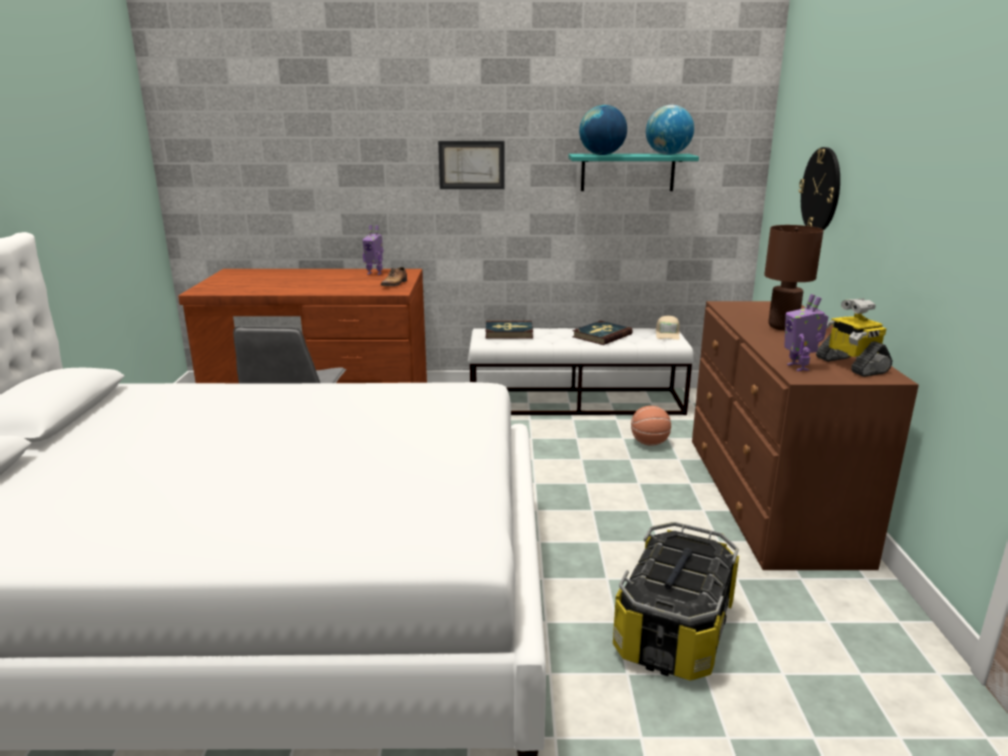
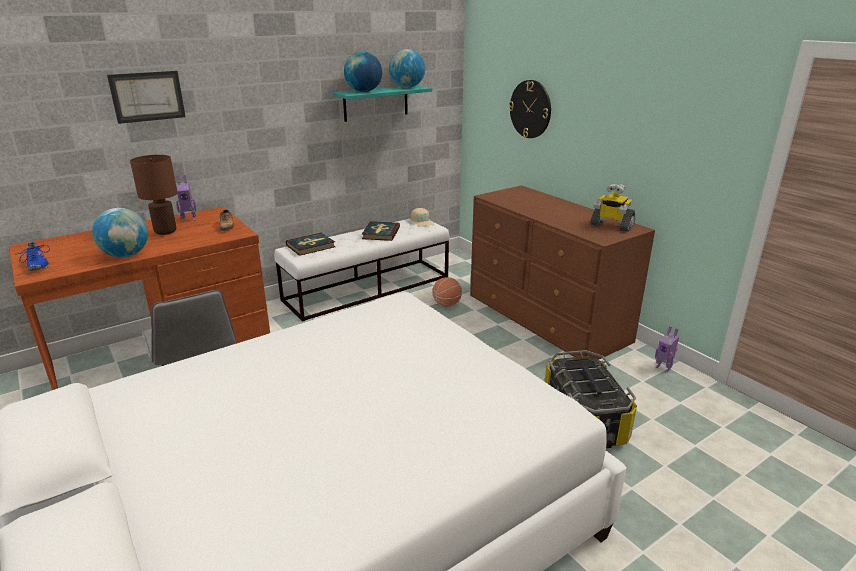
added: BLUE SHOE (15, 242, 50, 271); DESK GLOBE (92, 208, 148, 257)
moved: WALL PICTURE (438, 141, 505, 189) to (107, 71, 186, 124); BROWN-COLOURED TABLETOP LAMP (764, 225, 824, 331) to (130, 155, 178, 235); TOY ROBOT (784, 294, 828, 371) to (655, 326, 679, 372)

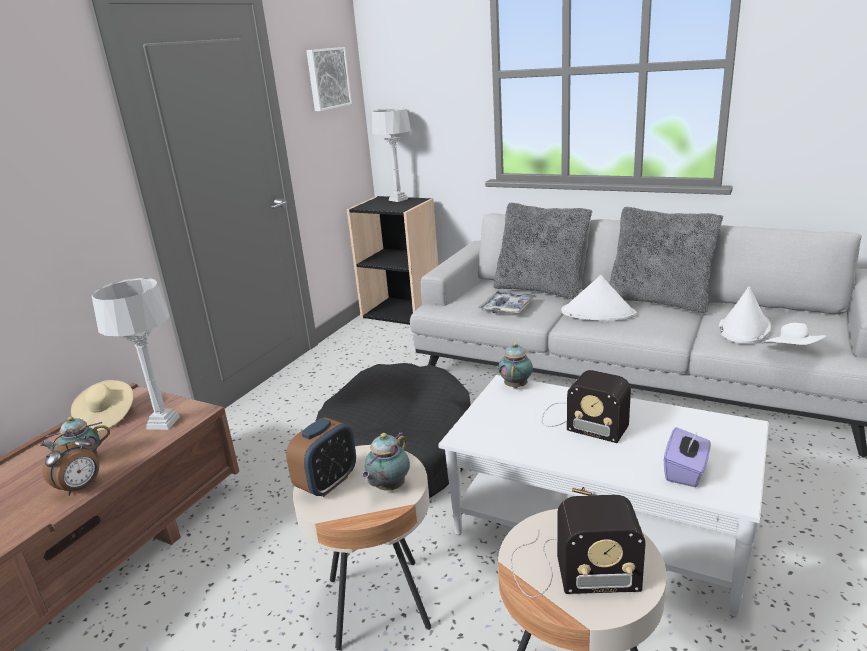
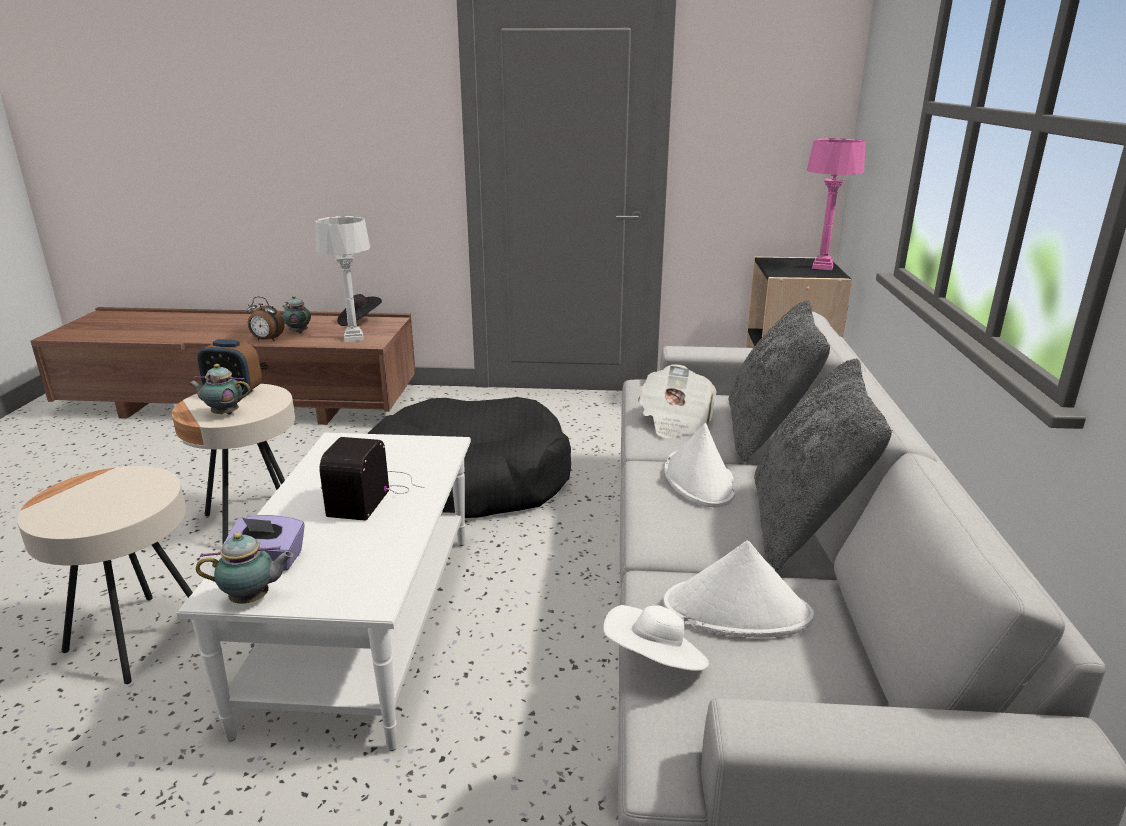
removed: WALL PICTURE (306, 47, 352, 111); RADIO (511, 495, 645, 598)
moved: TEAPOT (498, 343, 533, 388) to (196, 532, 293, 604)
replaced: CARRYING TRAY (478, 291, 536, 314) to PRINTED PAPER (638, 364, 717, 438)
recoloured: SAND-COLOURED HAT (71, 380, 133, 431) to BLACKISH HAT (337, 294, 382, 326); GREYISH TABLETOP LAMP (372, 108, 411, 202) to PINK TABLETOP LAMP (807, 138, 866, 270)

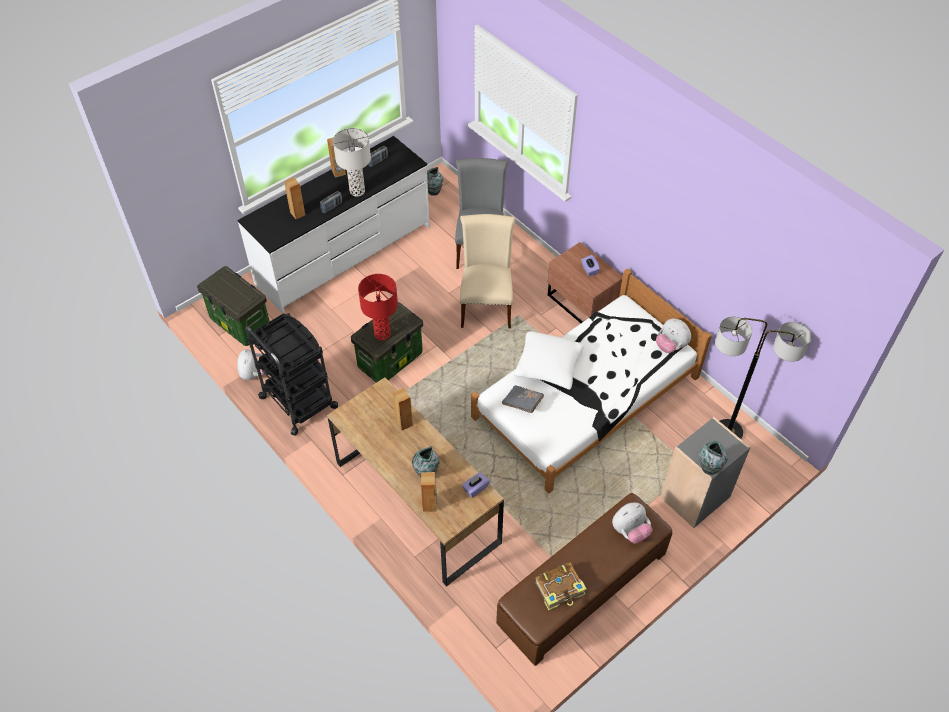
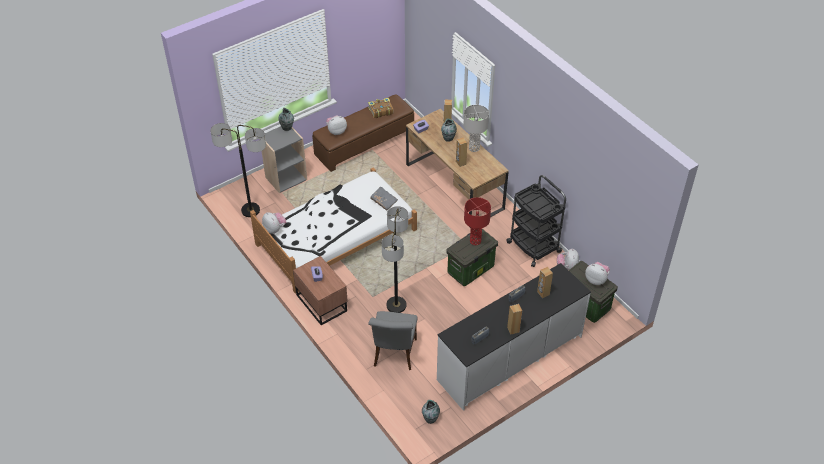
removed: WHITE THROW PILLOW (514, 331, 584, 390)
added: CUDDLY TOY (585, 262, 610, 285)
moved: WHITE TABLETOP LAMP (333, 128, 371, 197) to (463, 105, 489, 152)
replaced: SAND-COLOURED UPRIGHT CHAIR (460, 214, 516, 328) to STANDARD LAMP (382, 206, 408, 313)

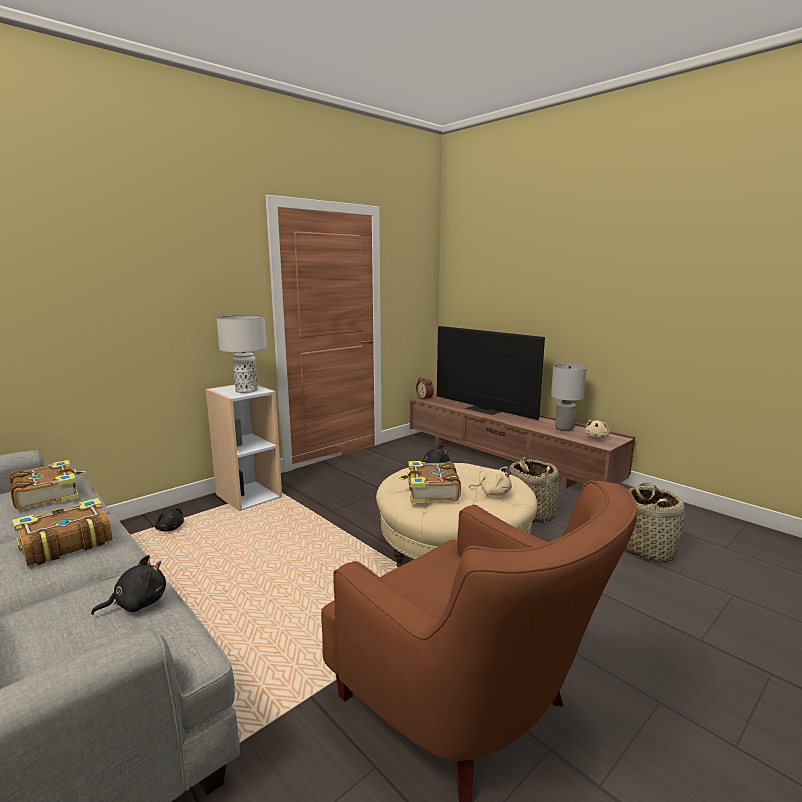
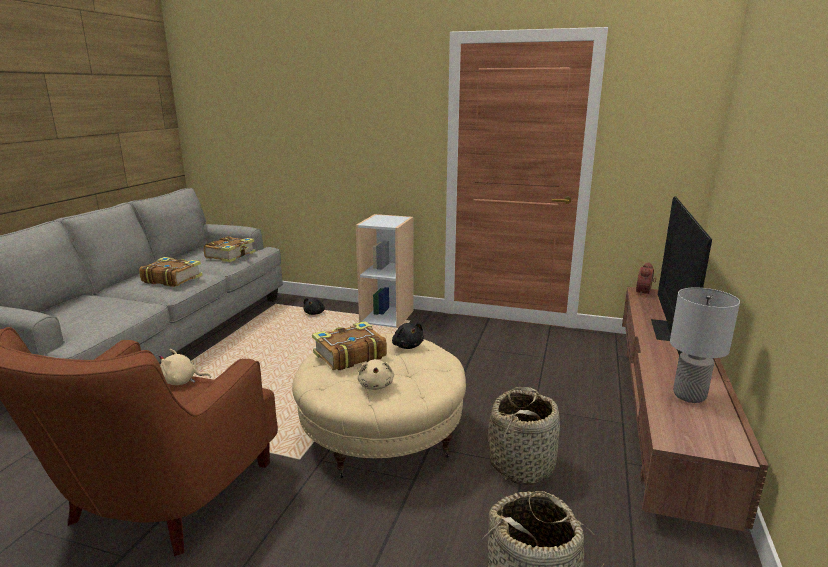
removed: BLACKISH CUDDLY TOY (91, 555, 166, 615); WHITE TABLETOP LAMP (217, 315, 267, 393)
moved: SAND-COLOURED CUDDLY TOY (585, 420, 610, 439) to (159, 349, 211, 385)

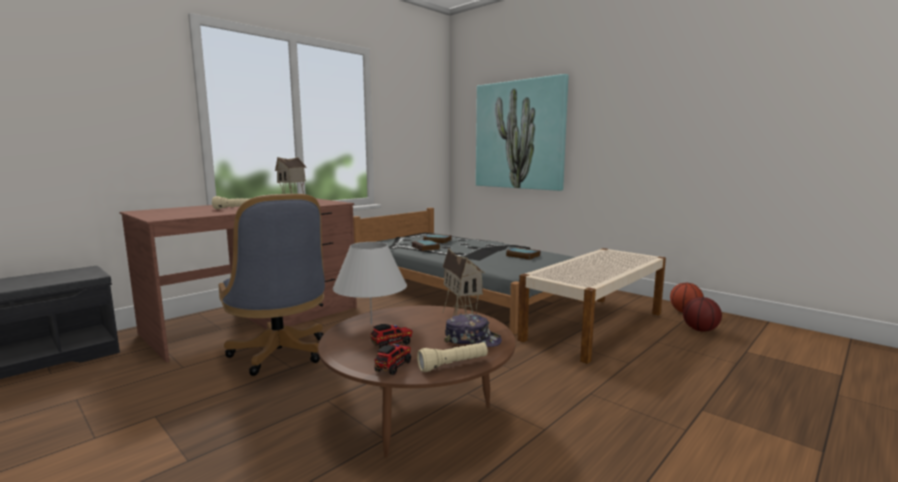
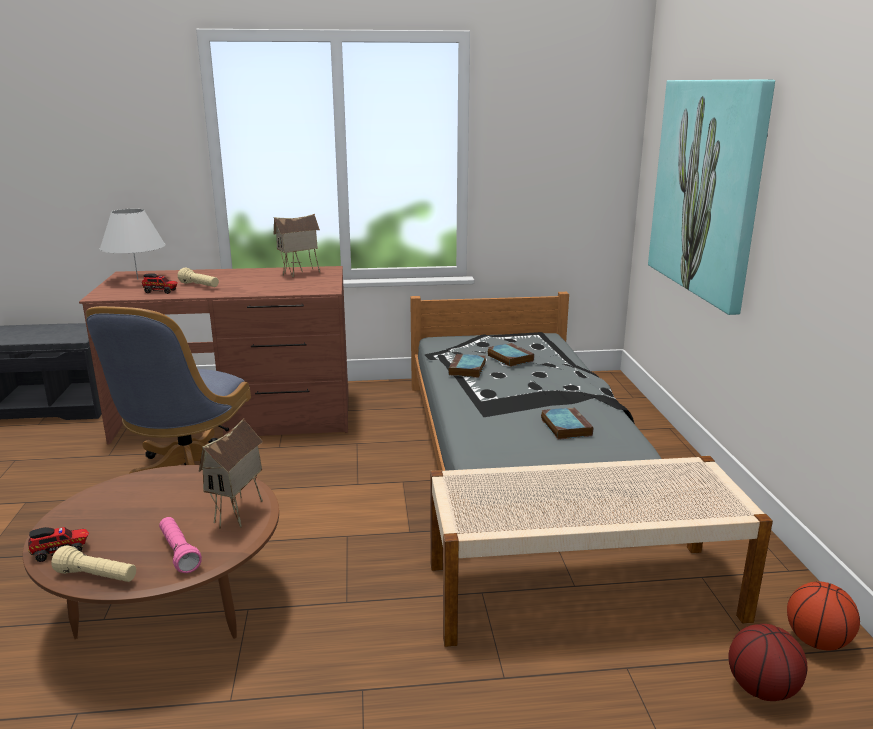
moved: WHITE TABLETOP LAMP (333, 242, 407, 325) to (100, 209, 165, 280); TOY LORRY (371, 324, 413, 348) to (142, 273, 177, 294)
replaced: PEAKED CAP (444, 314, 502, 347) to PINK FLASHLIGHT (159, 517, 202, 573)

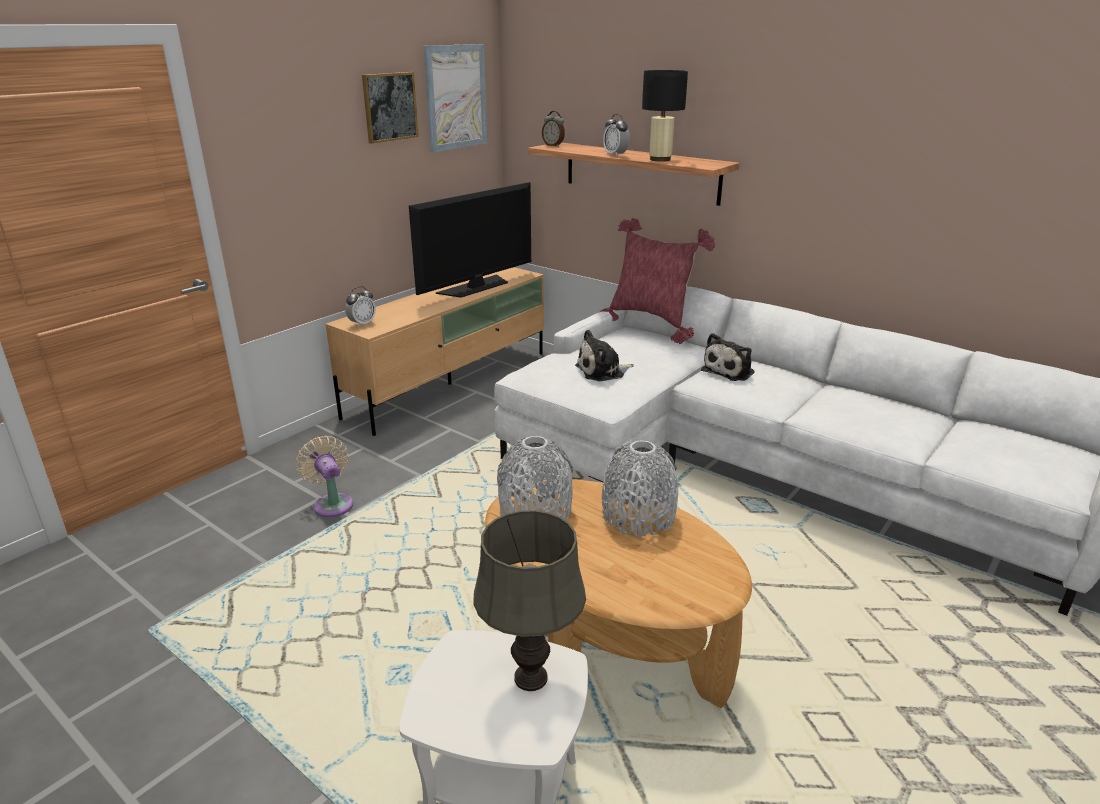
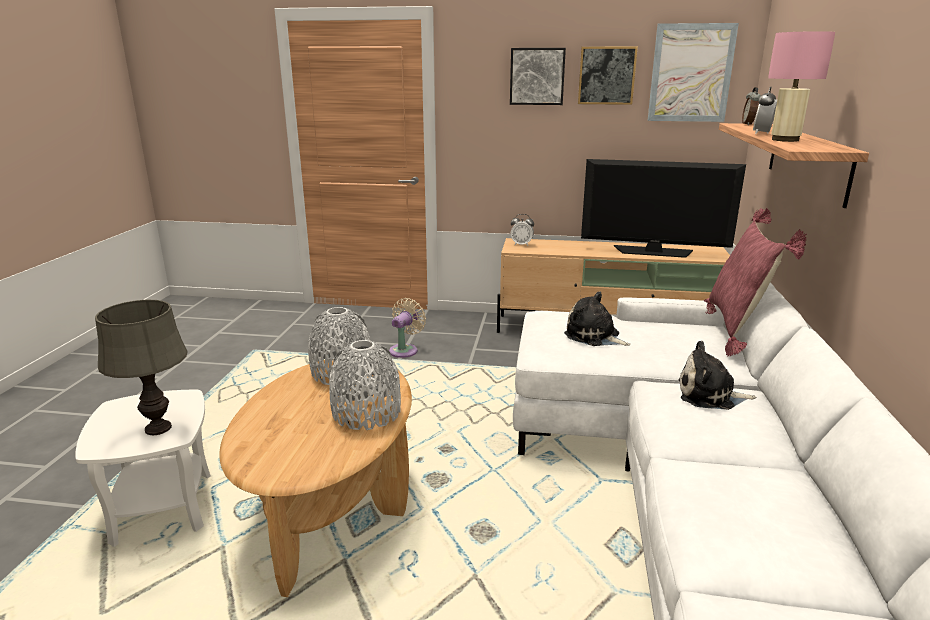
added: WALL PICTURE (510, 48, 566, 105)
recoloured: BLACKISH TABLETOP LAMP (642, 70, 688, 162) to PINK TABLETOP LAMP (768, 31, 835, 142)

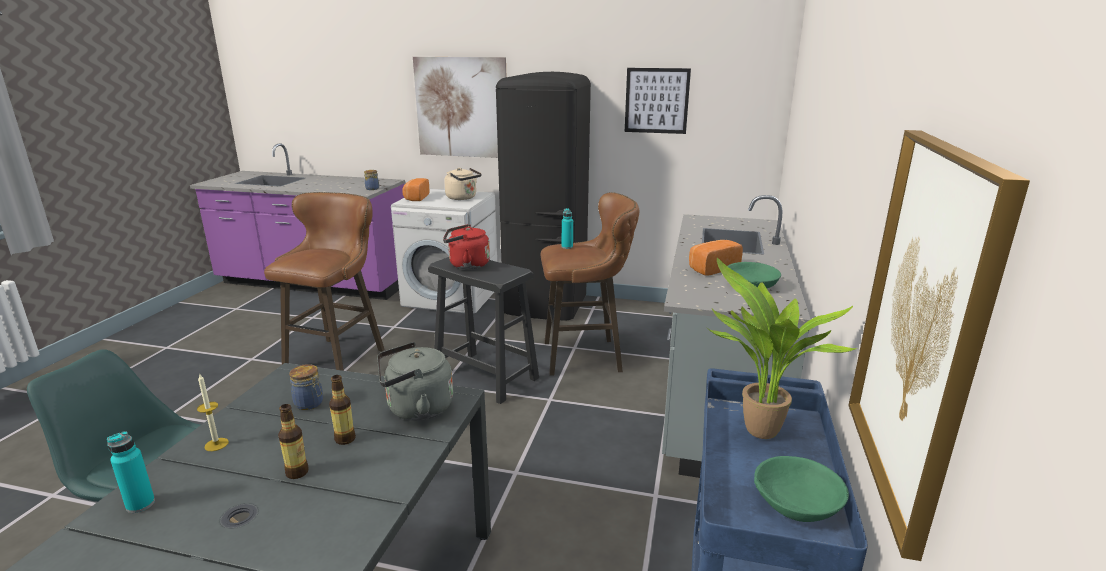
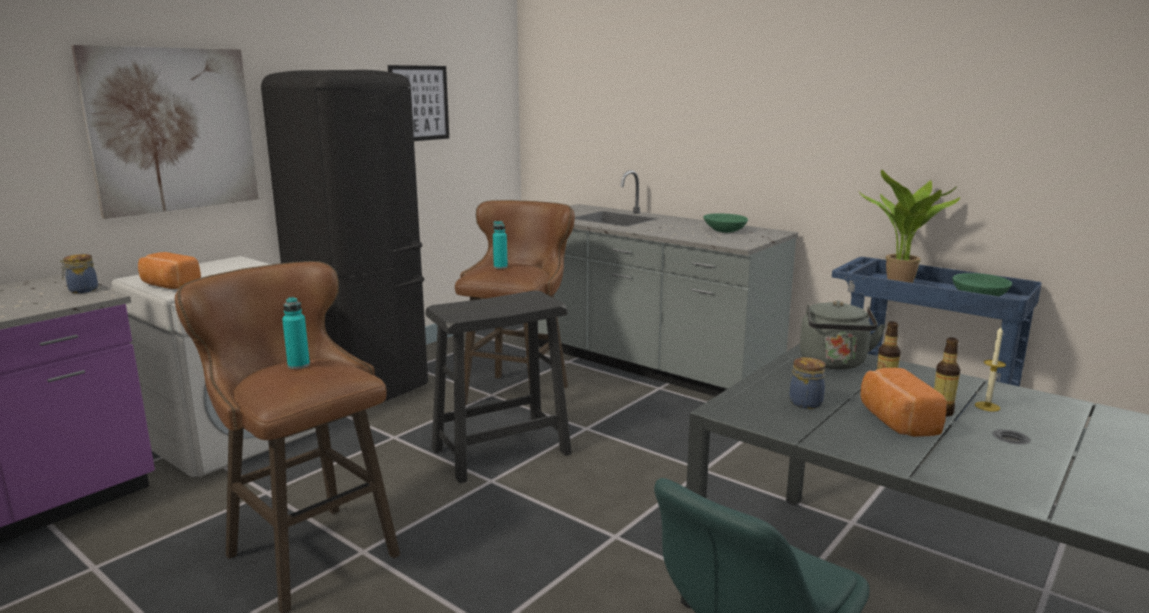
removed: REDDISH KETTLE (443, 224, 490, 269); SAND-COLOURED KETTLE (444, 168, 482, 200); WALL PICTURE (848, 130, 1030, 561)
moved: BLUE-GREEN DRINK BOTTLE (107, 431, 155, 513) to (282, 297, 310, 369); WAX CANDLE (197, 373, 229, 451) to (975, 326, 1006, 412); BAKERY BREAD (689, 240, 743, 276) to (860, 368, 947, 437)

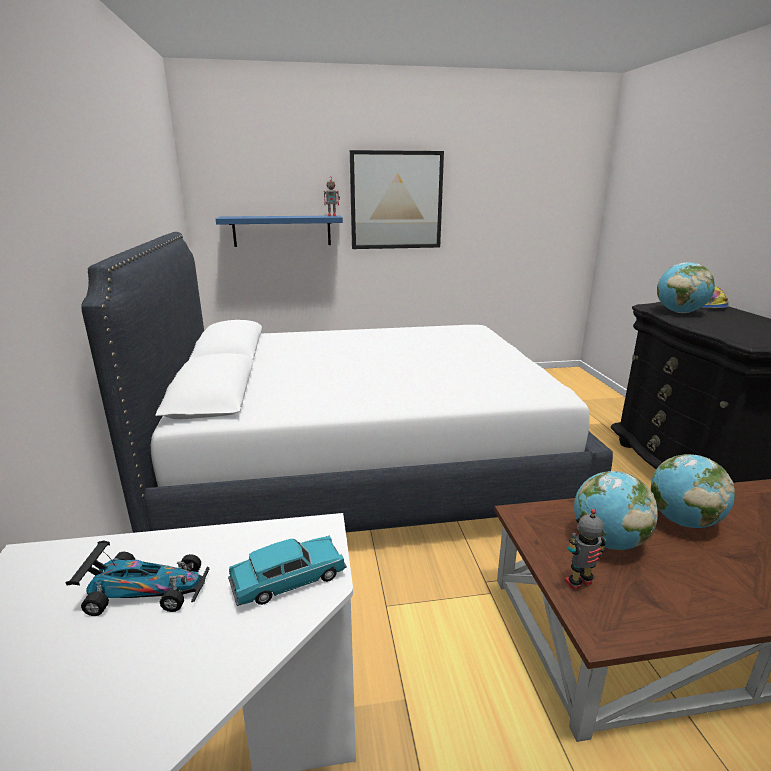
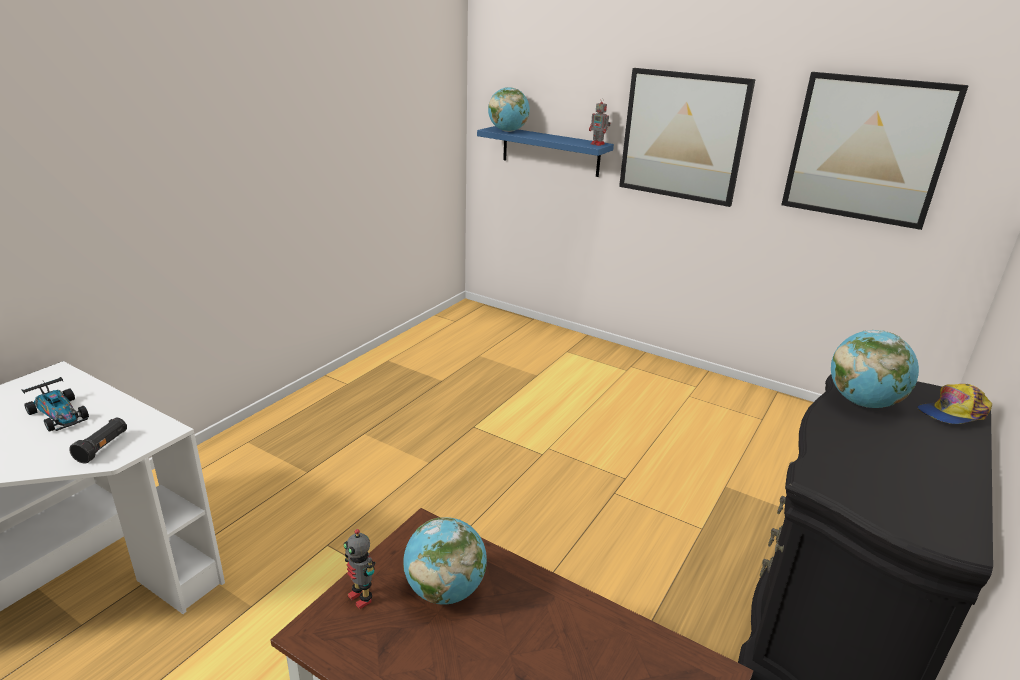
removed: WHITE SLEEPING BED (81, 232, 613, 533)
added: WALL PICTURE (781, 72, 969, 230)
moved: DESK GLOBE (651, 454, 735, 528) to (488, 87, 530, 132)
replaced: BLUE-GREEN MINIATURE CAR (228, 536, 347, 606) to BLACKISH FLASHLIGHT (69, 418, 127, 463)
turned: TOY ROBOT (564, 509, 606, 590) = (344, 529, 375, 610) 150 degrees counterclockwise

